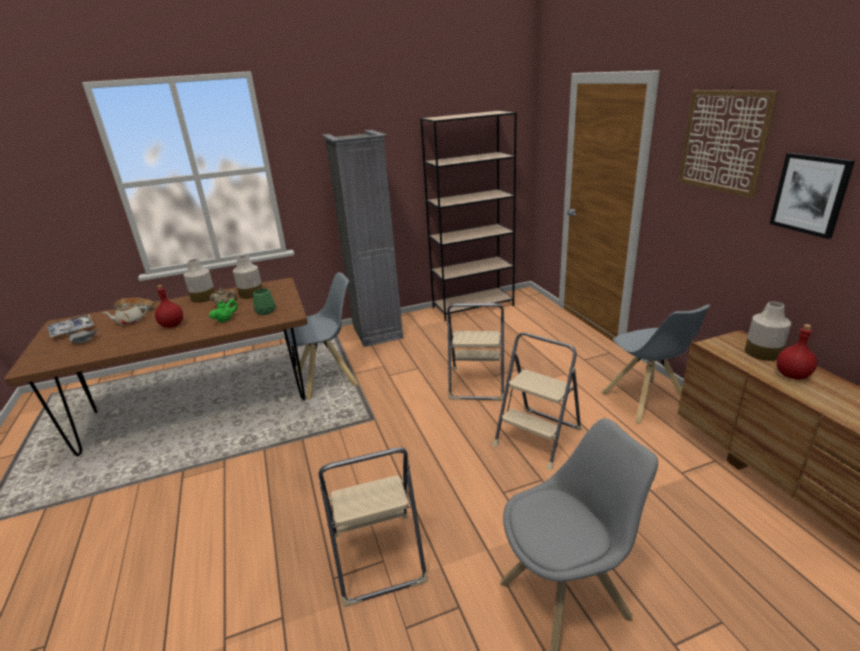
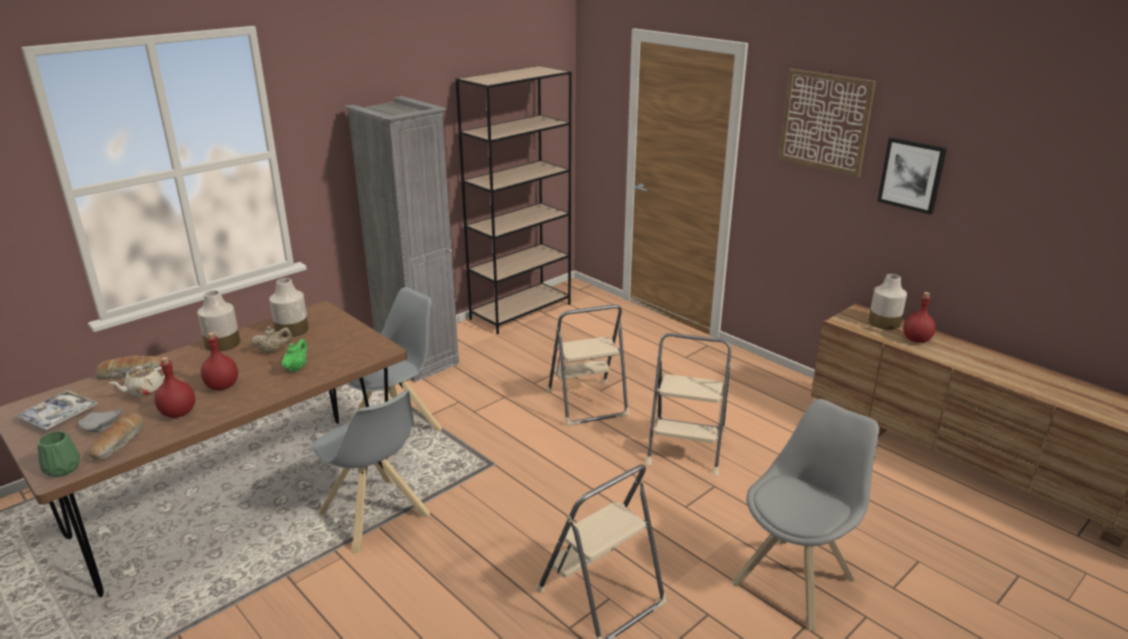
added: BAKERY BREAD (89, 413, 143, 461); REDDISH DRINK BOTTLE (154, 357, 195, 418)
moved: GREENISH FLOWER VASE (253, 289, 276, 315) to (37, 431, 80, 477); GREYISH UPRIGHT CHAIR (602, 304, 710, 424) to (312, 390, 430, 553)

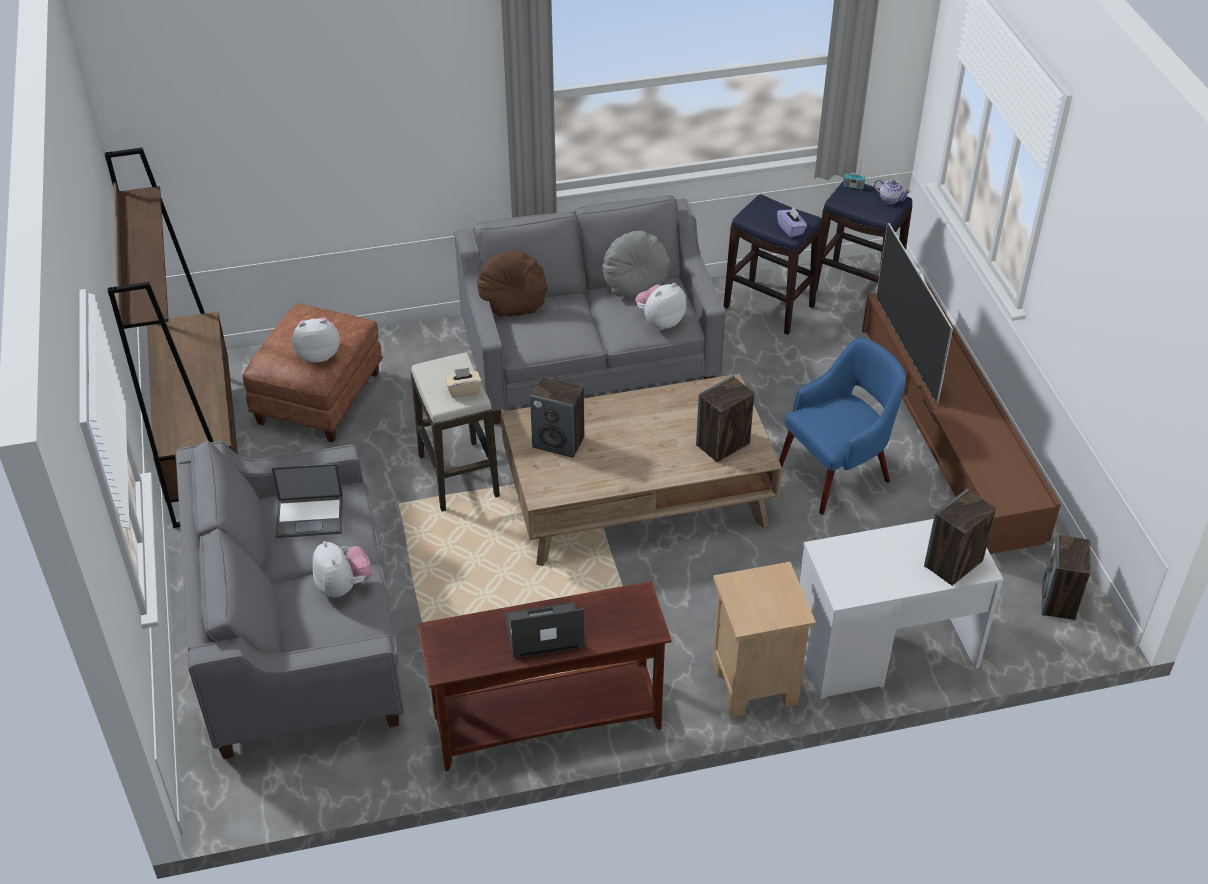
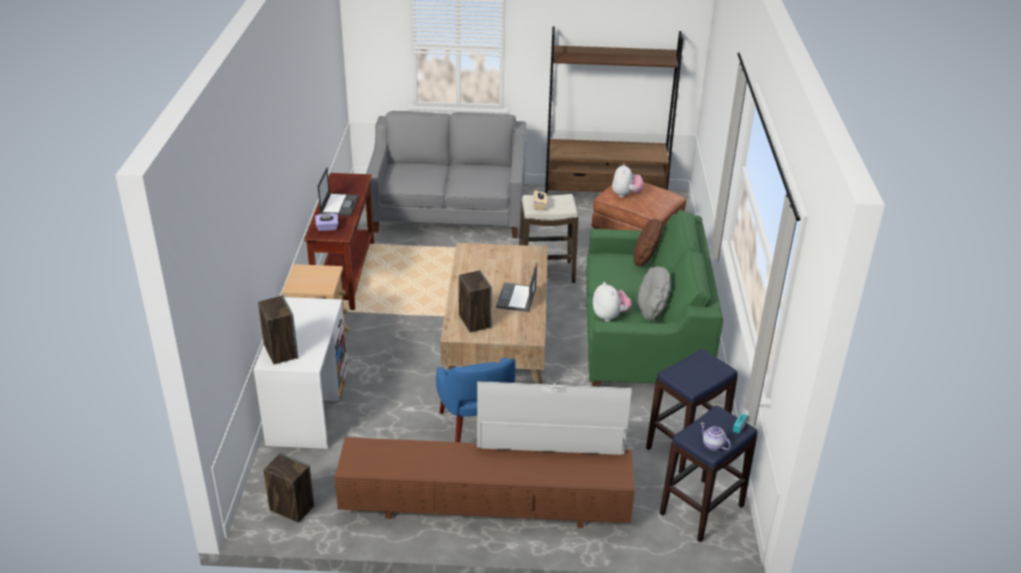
removed: CUDDLY TOY (313, 541, 372, 597); LOUDSPEAKER (530, 376, 585, 458)
moved: NOTEBOOK COMPUTER (272, 463, 343, 538) to (496, 262, 537, 312); PURPLE-COLOURED TISSUE BOX (777, 207, 807, 237) to (315, 213, 338, 231)
recoloured: GREYISH COUCH (454, 195, 725, 424) to GREENISH COUCH (586, 209, 723, 386)
turned: TEAPOT (874, 179, 911, 204) = (700, 422, 731, 451) 90 degrees clockwise

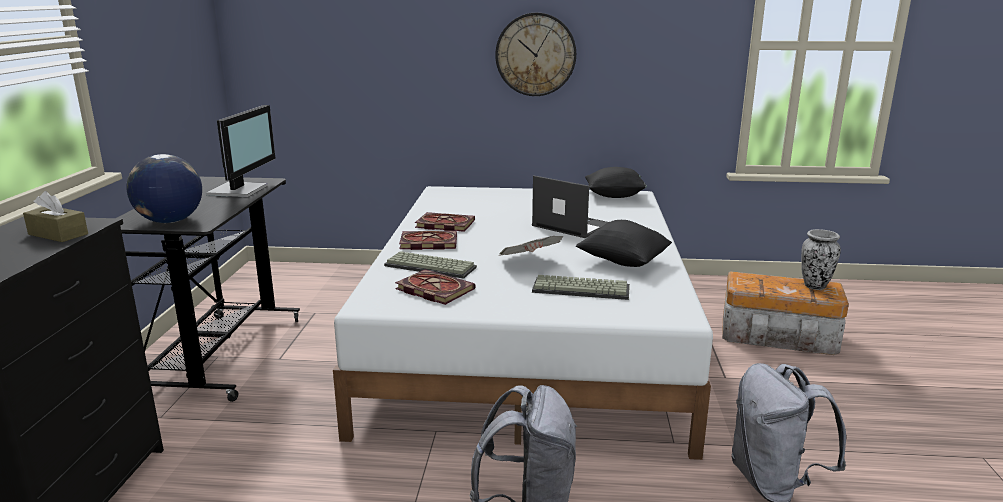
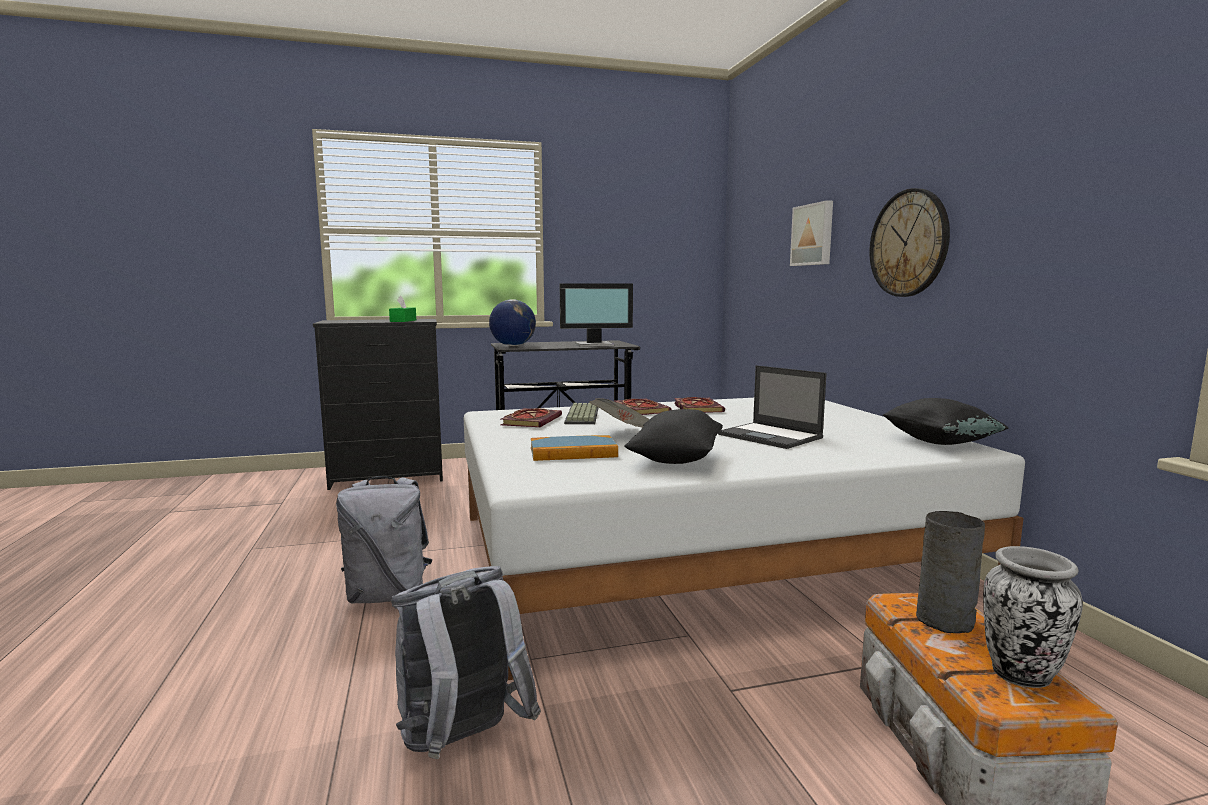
added: WALL PICTURE (790, 200, 833, 266); GREYISH FLOWER VASE (916, 511, 985, 633)
replaced: COMPUTER KEYBOARD (532, 275, 630, 300) to BOOK (531, 435, 618, 461)
recoloured: BROWN-COLOURED TISSUE BOX (23, 191, 88, 242) to GREENISH TISSUE BOX (389, 296, 416, 322)
turned: NOTEBOOK COMPUTER (532, 175, 608, 238) = (718, 365, 827, 449) 120 degrees clockwise

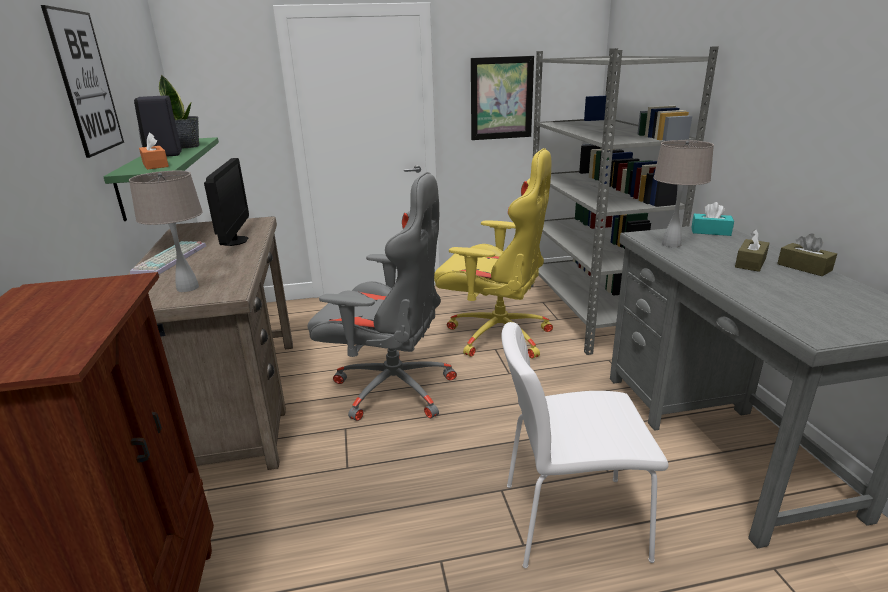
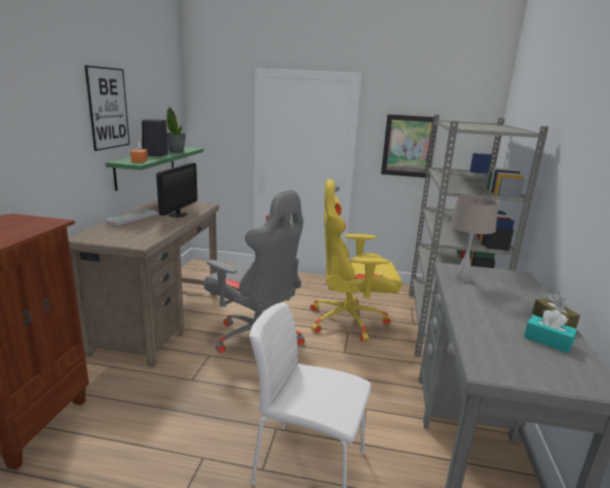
removed: SAND-COLOURED TABLETOP LAMP (129, 170, 203, 292); BROWN-COLOURED TISSUE BOX (735, 229, 769, 272)
moved: BLUE-GREEN TISSUE BOX (691, 202, 734, 236) to (524, 310, 577, 353)
turned: YELLOW DESK CHAIR (434, 148, 553, 358) = (310, 178, 402, 342) 135 degrees clockwise

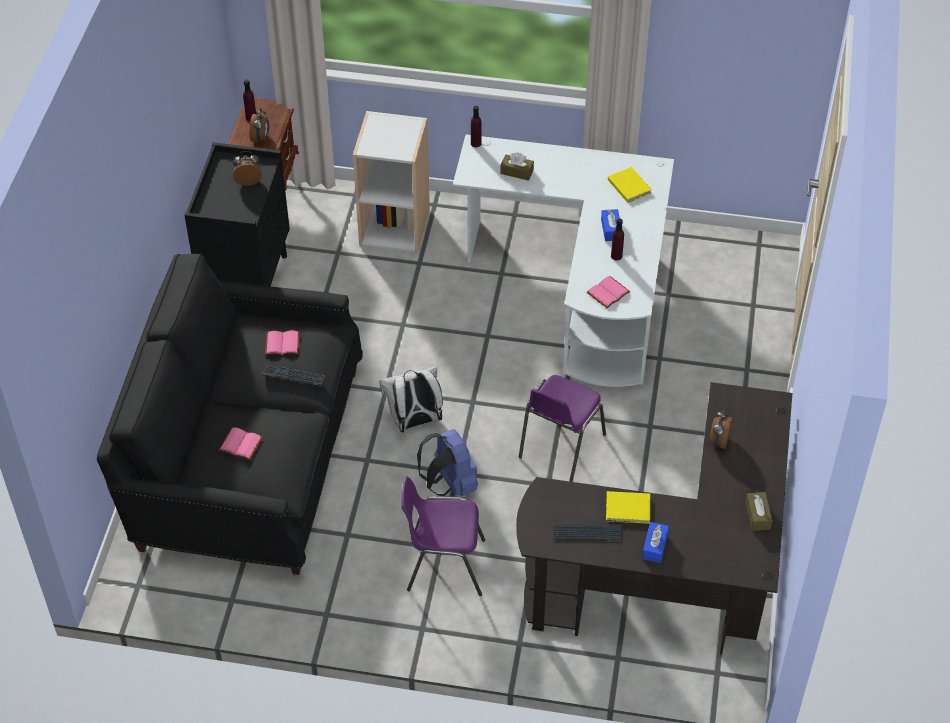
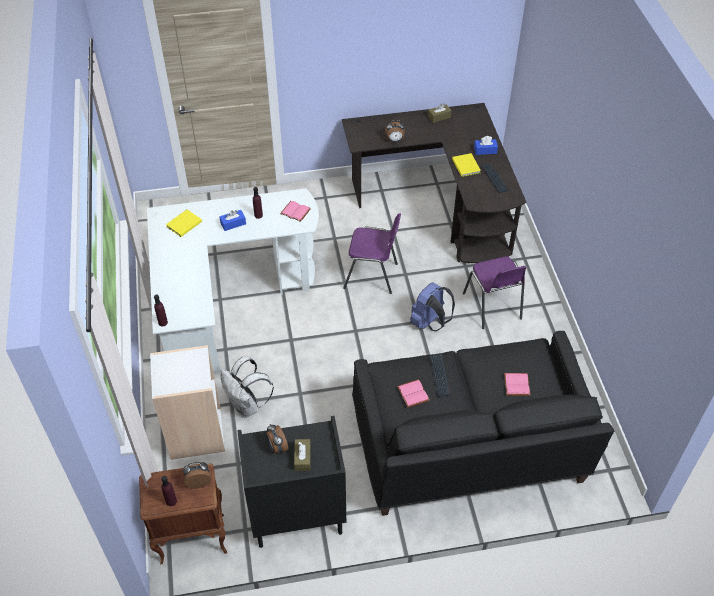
moved: WHITE RUCKSACK (379, 366, 443, 432) to (221, 357, 274, 417); BROWN-COLOURED TISSUE BOX (500, 152, 534, 181) to (294, 439, 311, 471)

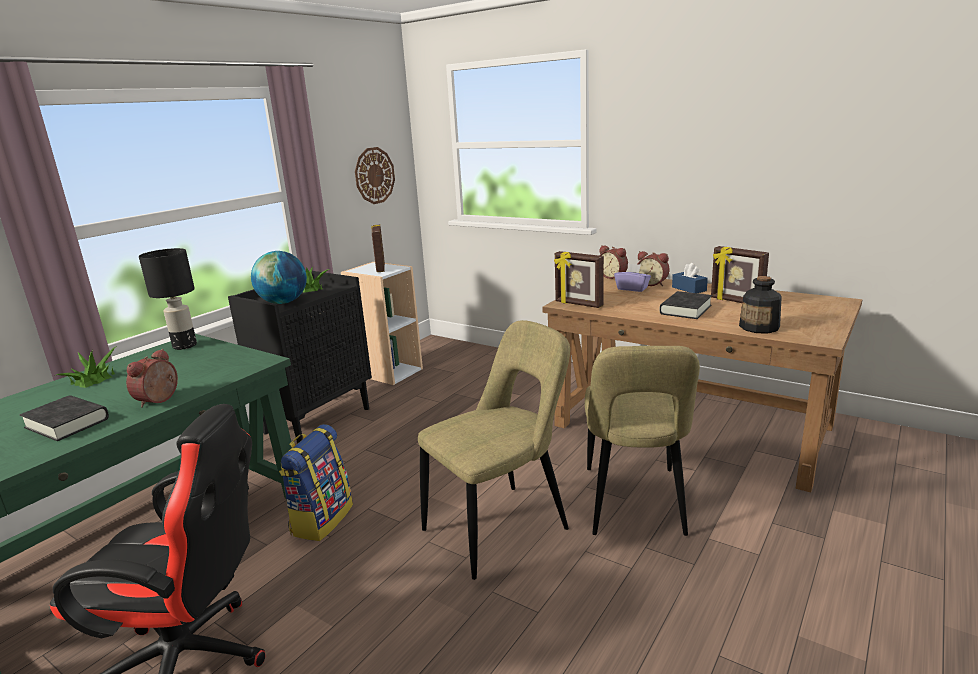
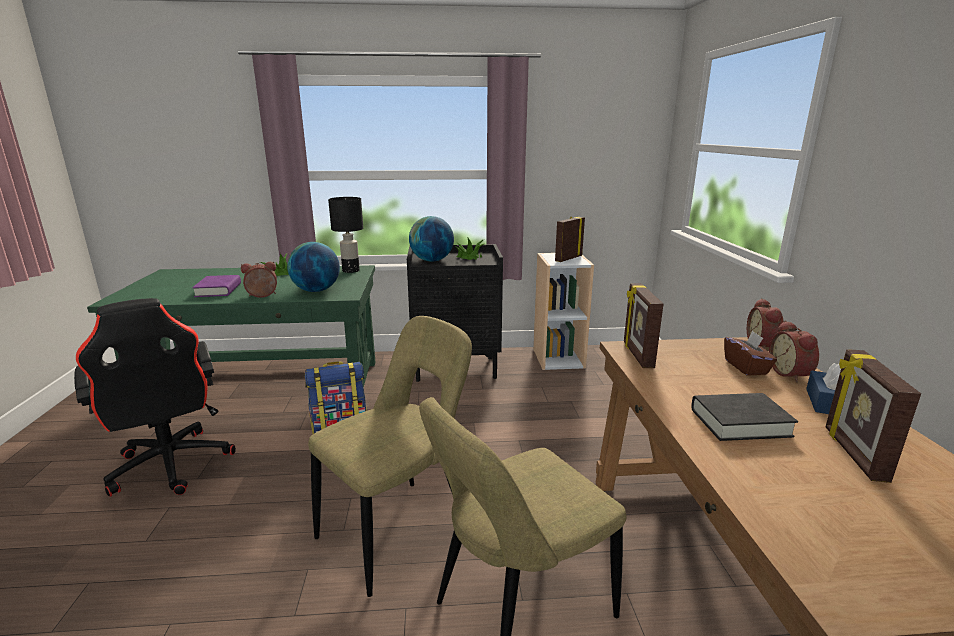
removed: WALL CLOCK (355, 147, 395, 204); DRINK BOTTLE (739, 276, 782, 334)
added: DESK GLOBE (287, 242, 340, 292)
recoloured: BLACKISH BOOK (20, 395, 109, 441) to PURPLE-COLOURED BOOK (192, 275, 241, 297); PURPLE-COLOURED TISSUE BOX (614, 263, 651, 292) to BROWN-COLOURED TISSUE BOX (724, 330, 777, 376)
turned: SAND-COLOURED UPRIGHT CHAIR (418, 320, 570, 580) = (308, 316, 472, 597) 60 degrees counterclockwise

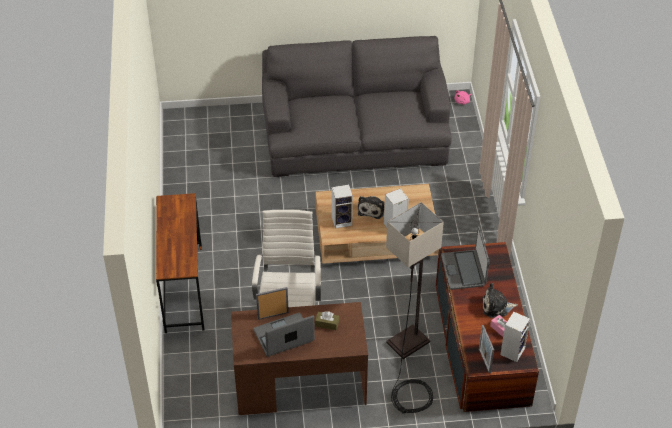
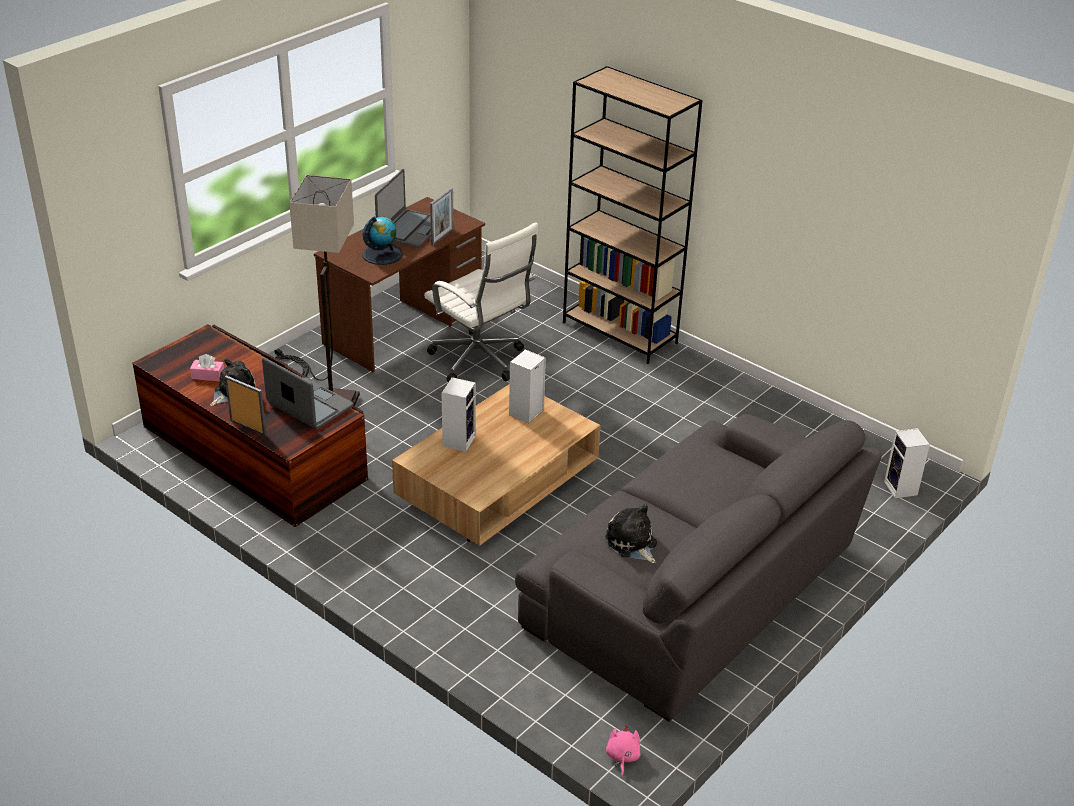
moved: CUDDLY TOY (358, 195, 384, 219) to (605, 504, 657, 563); PHOTO FRAME (479, 325, 494, 374) to (225, 375, 267, 436); LOUDSPEAKER (500, 312, 530, 362) to (884, 428, 930, 499)
replaced: BROWN-COLOURED DESK UNIT (156, 193, 204, 333) to SAND-COLOURED SHELVING UNIT (563, 66, 703, 364); BROWN-COLOURED TISSUE BOX (315, 311, 339, 330) to DESK GLOBE (362, 217, 403, 265)

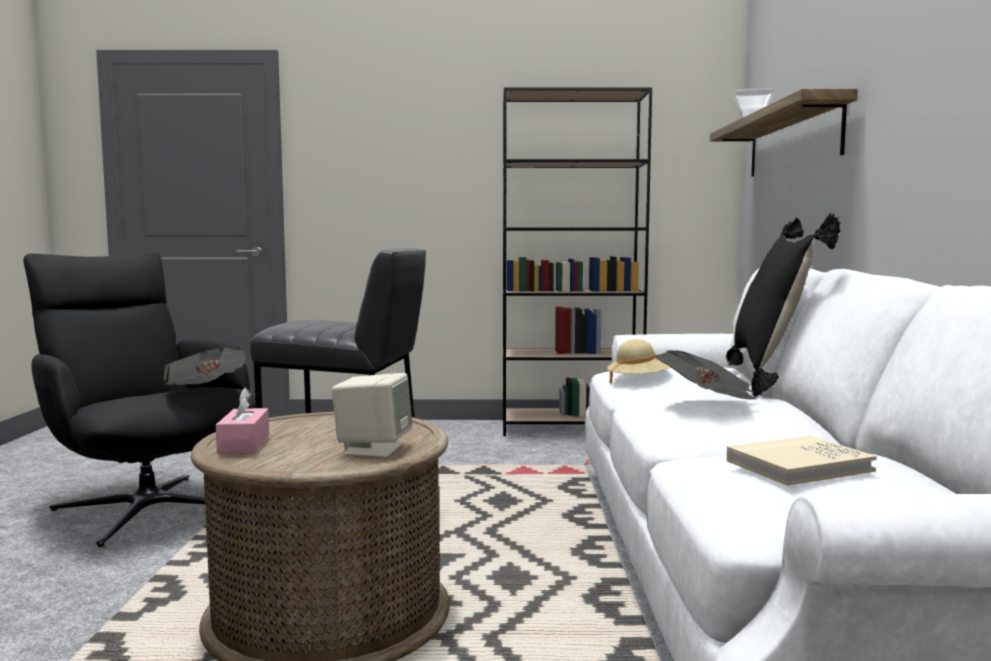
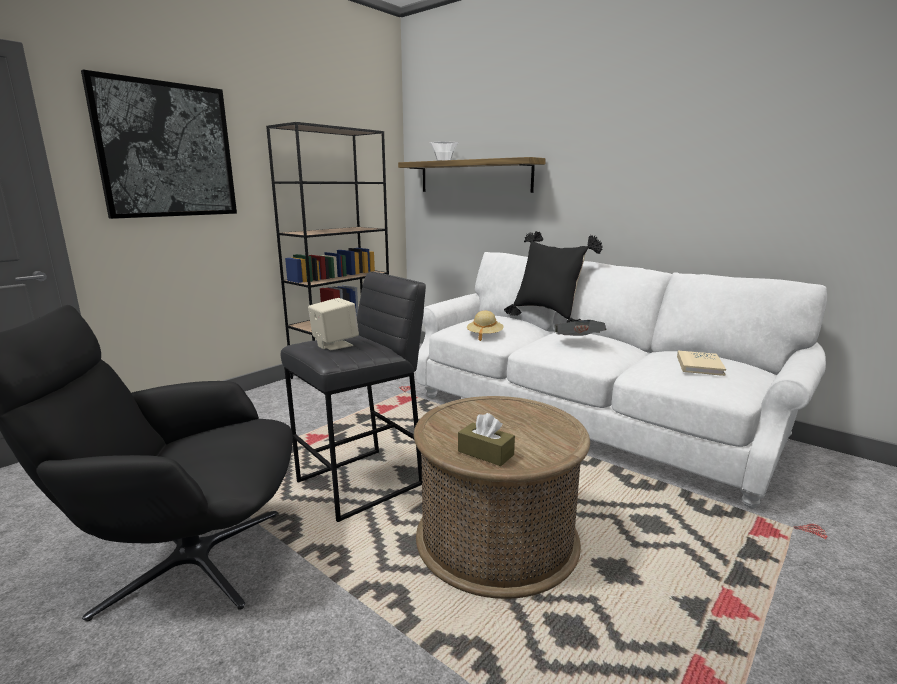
removed: PRINTED PAPER (164, 347, 246, 385)
added: WALL PICTURE (81, 70, 237, 219)
moved: SAND-COLOURED LOUDSPEAKER (332, 373, 412, 458) to (308, 298, 359, 350)
recoloured: PINK TISSUE BOX (216, 388, 269, 454) to BROWN-COLOURED TISSUE BOX (458, 413, 515, 466)

